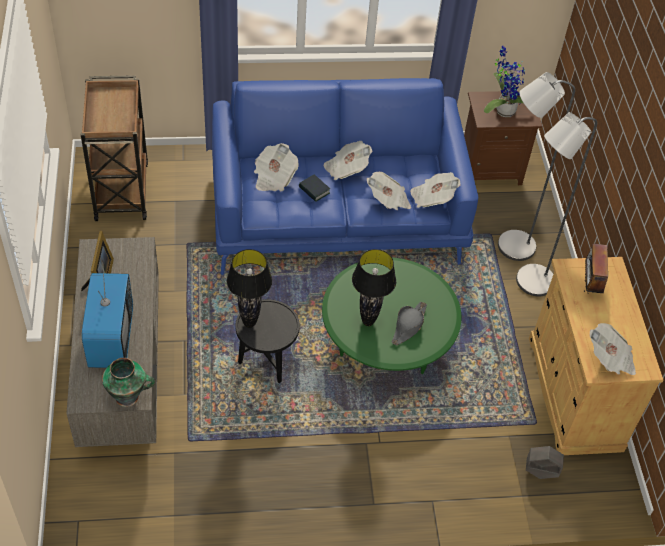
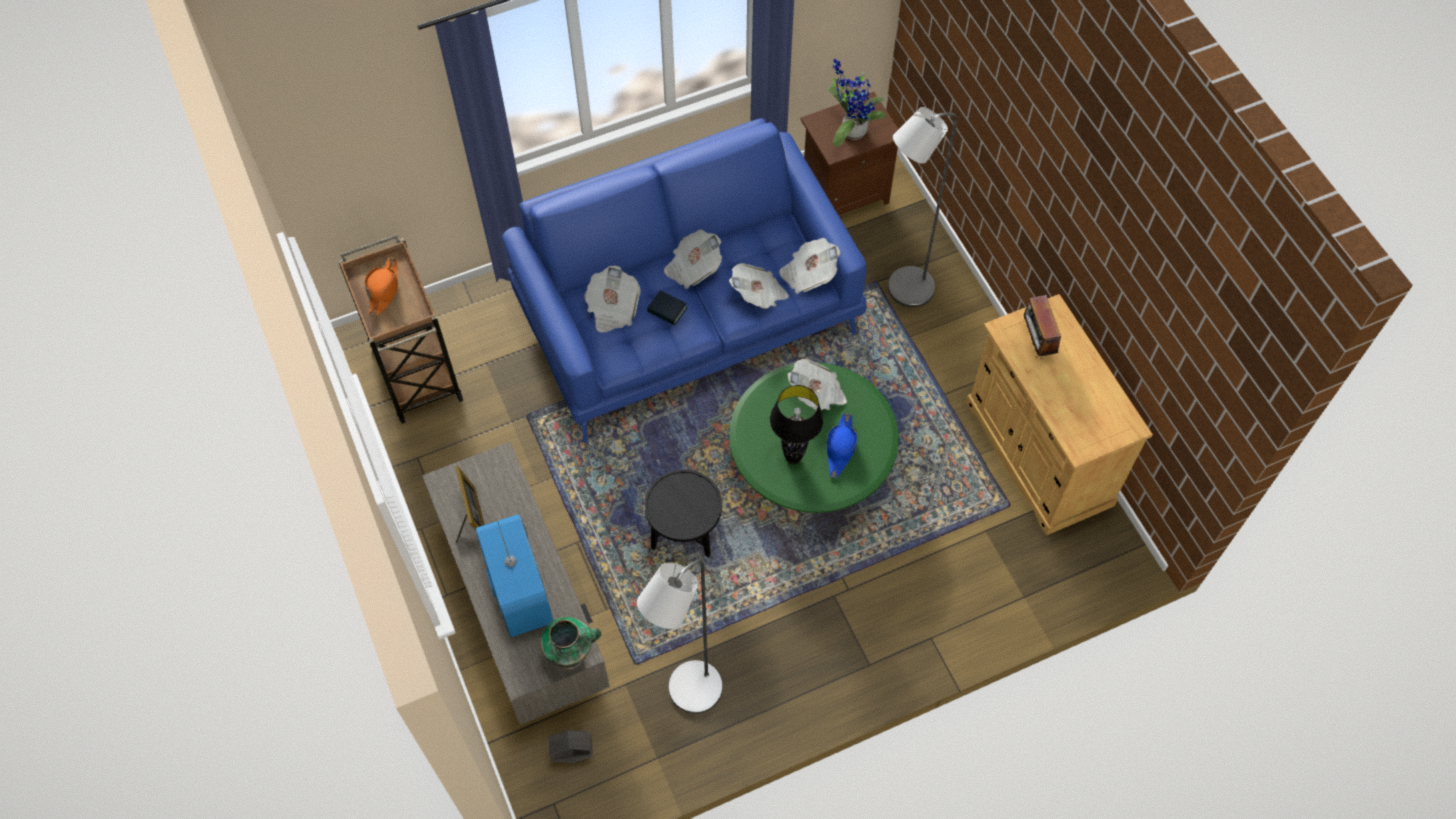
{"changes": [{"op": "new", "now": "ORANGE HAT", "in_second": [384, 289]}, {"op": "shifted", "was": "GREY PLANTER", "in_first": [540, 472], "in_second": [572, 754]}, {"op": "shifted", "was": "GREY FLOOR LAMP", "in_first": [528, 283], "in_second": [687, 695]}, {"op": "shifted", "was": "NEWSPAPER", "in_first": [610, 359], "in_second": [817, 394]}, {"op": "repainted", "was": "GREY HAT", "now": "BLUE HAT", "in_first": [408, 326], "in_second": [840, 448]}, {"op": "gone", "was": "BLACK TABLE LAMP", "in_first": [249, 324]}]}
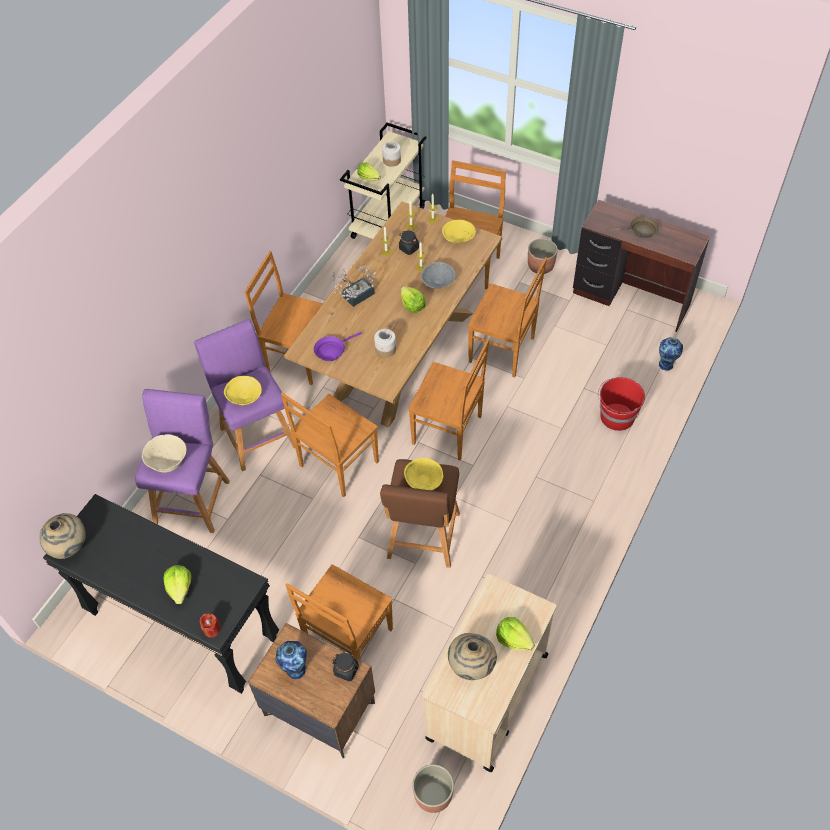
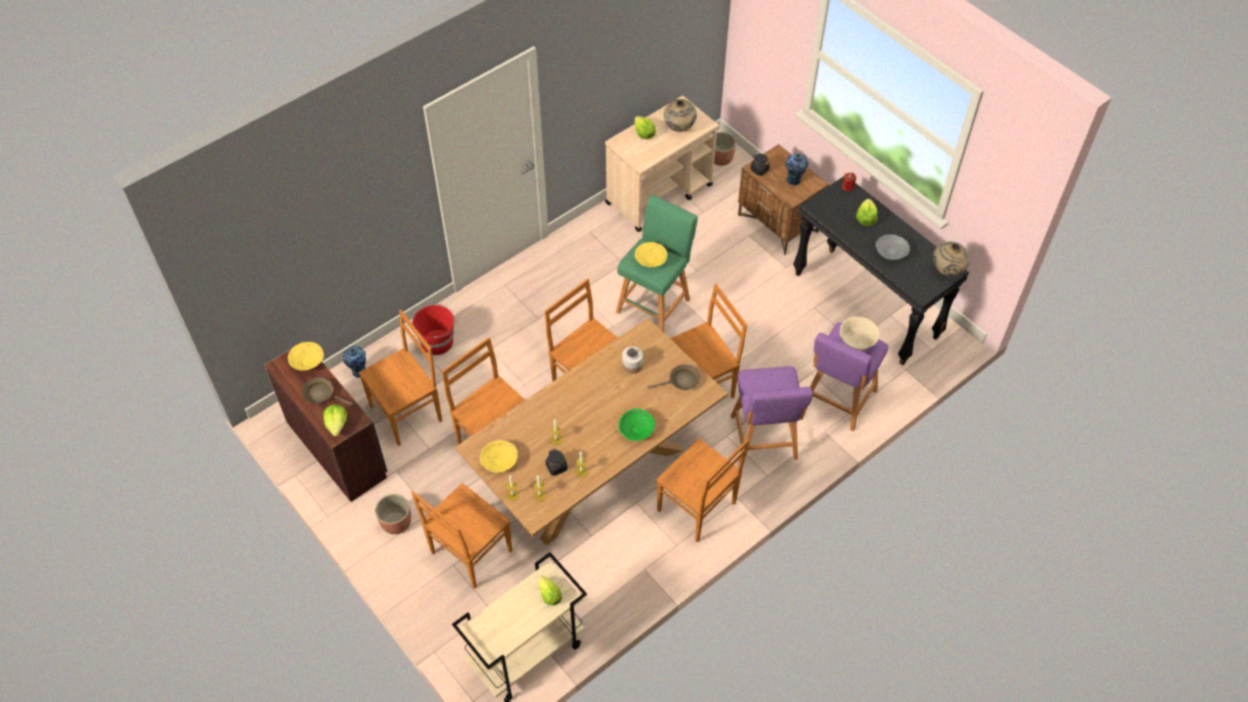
{"changes": [{"op": "shifted", "was": "YELLOW BOWL", "in_first": [245, 396], "in_second": [307, 361]}, {"op": "shifted", "was": "LETTUCE", "in_first": [412, 305], "in_second": [337, 424]}, {"op": "shifted", "was": "BROWN CHAIR", "in_first": [347, 638], "in_second": [408, 412]}, {"op": "repainted", "was": "BROWN STOOL", "now": "GREEN STOOL", "in_first": [422, 539], "in_second": [655, 303]}, {"op": "swapped", "was": "POTTED PLANT", "now": "GREEN BOWL", "in_first": [355, 296], "in_second": [636, 430]}, {"op": "repainted", "was": "PURPLE FRYING PAN", "now": "BROWN FRYING PAN", "in_first": [332, 350], "in_second": [681, 381]}, {"op": "shifted", "was": "GREY BOWL", "in_first": [438, 282], "in_second": [891, 252]}, {"op": "gone", "was": "JAR", "in_first": [392, 160]}]}
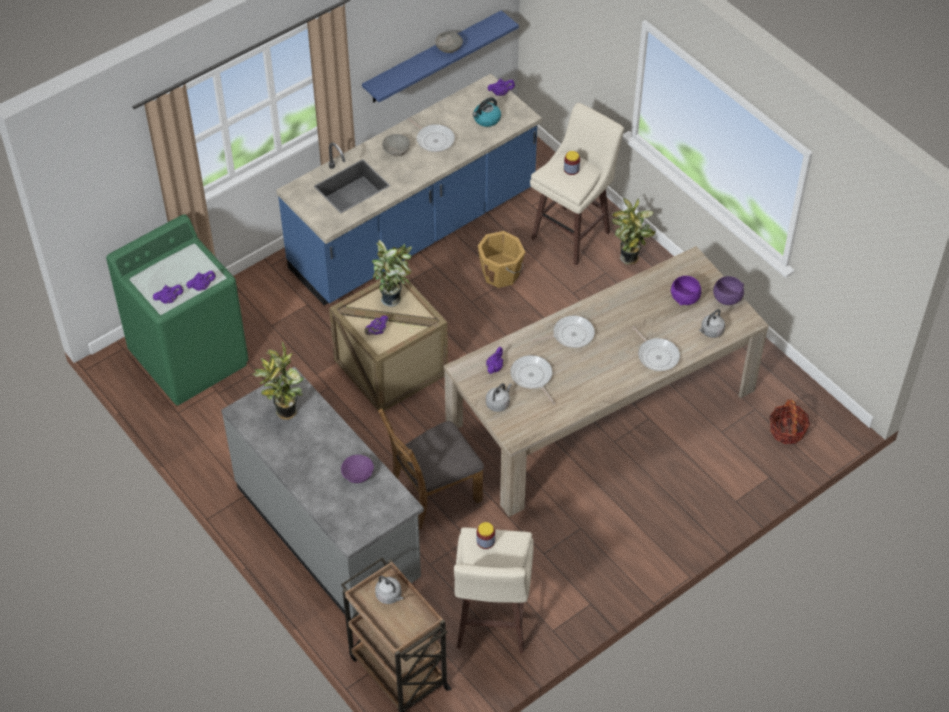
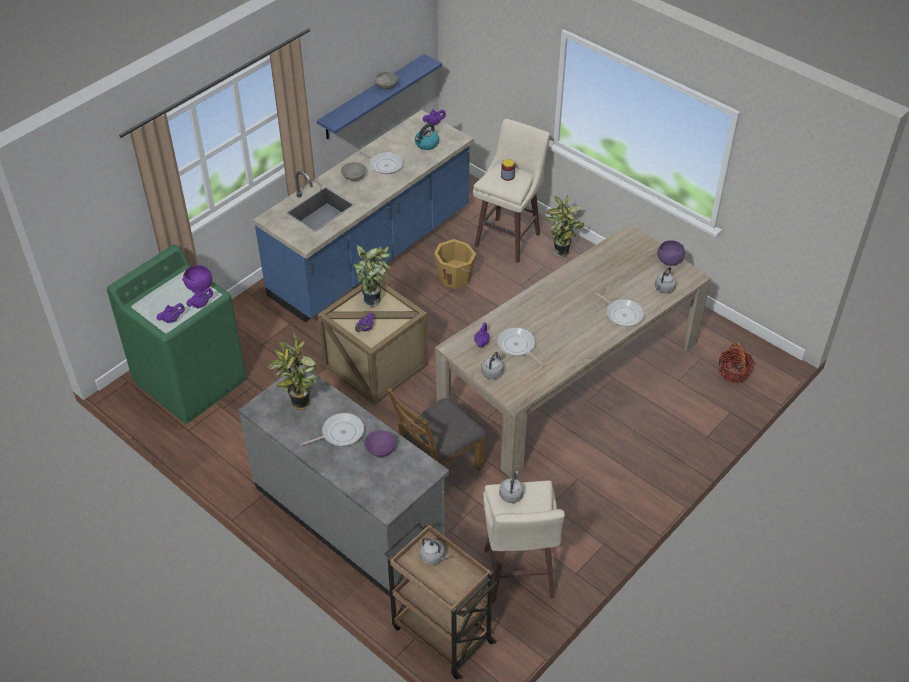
{"changes": [{"op": "shifted", "was": "PURPLE BOWL", "in_first": [685, 298], "in_second": [200, 287]}, {"op": "shifted", "was": "FRYING PAN", "in_first": [570, 335], "in_second": [340, 433]}, {"op": "swapped", "was": "JAR", "now": "GREY KETTLE", "in_first": [485, 541], "in_second": [511, 494]}]}
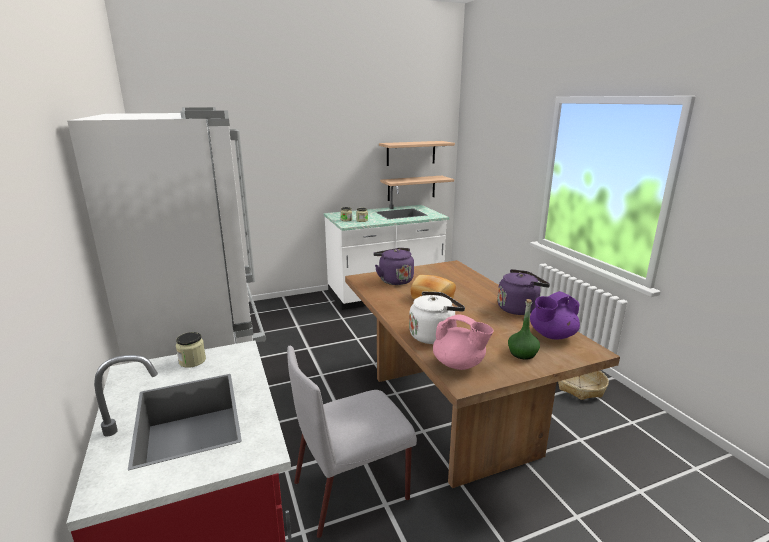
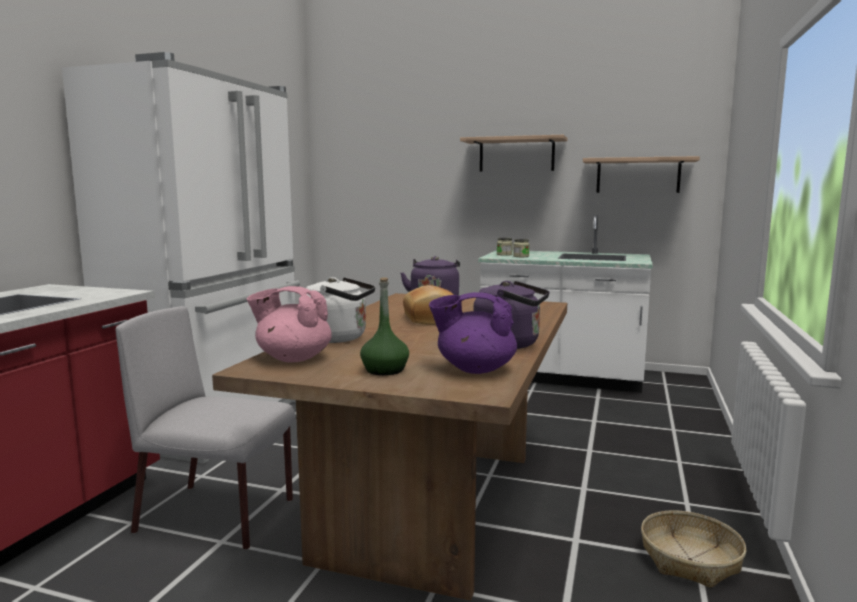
{"changes": [{"op": "rotated", "was": "PINK TEAPOT", "in_first": [459, 364], "in_second": [293, 358], "clockwise": 120}, {"op": "shifted", "was": "SHELF", "in_first": [411, 188], "in_second": [516, 155]}, {"op": "gone", "was": "JAR", "in_first": [192, 361]}]}
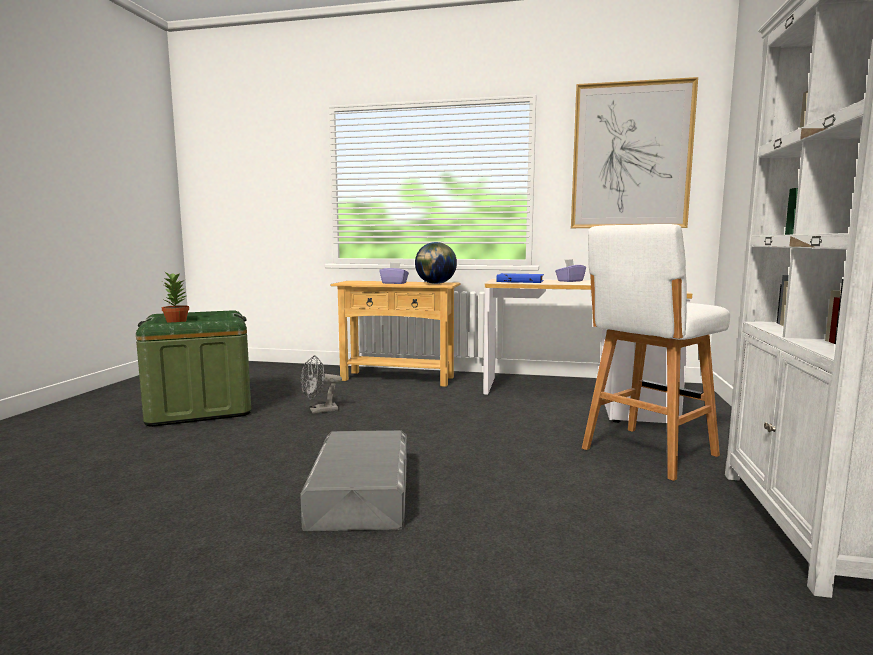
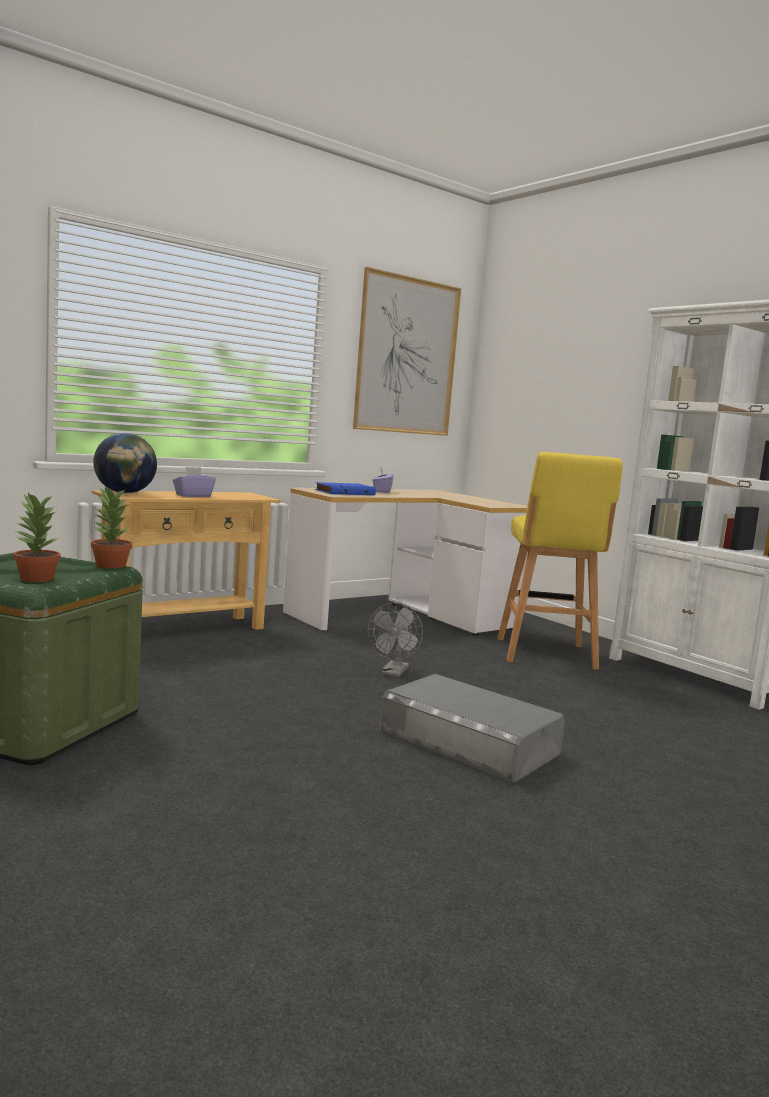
{"changes": [{"op": "new", "now": "POTTED PLANT", "in_second": [110, 565]}, {"op": "shifted", "was": "GLOBE", "in_first": [435, 283], "in_second": [125, 493]}, {"op": "shifted", "was": "GREY FAN", "in_first": [319, 411], "in_second": [393, 673]}, {"op": "repainted", "was": "WHITE STOOL", "now": "YELLOW STOOL", "in_first": [646, 453], "in_second": [546, 654]}]}
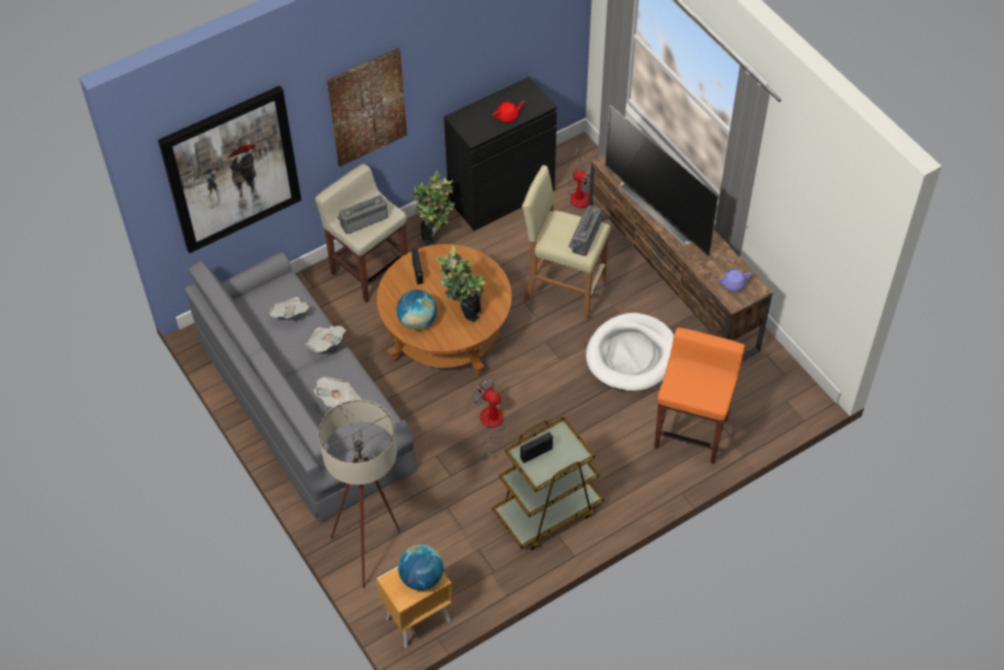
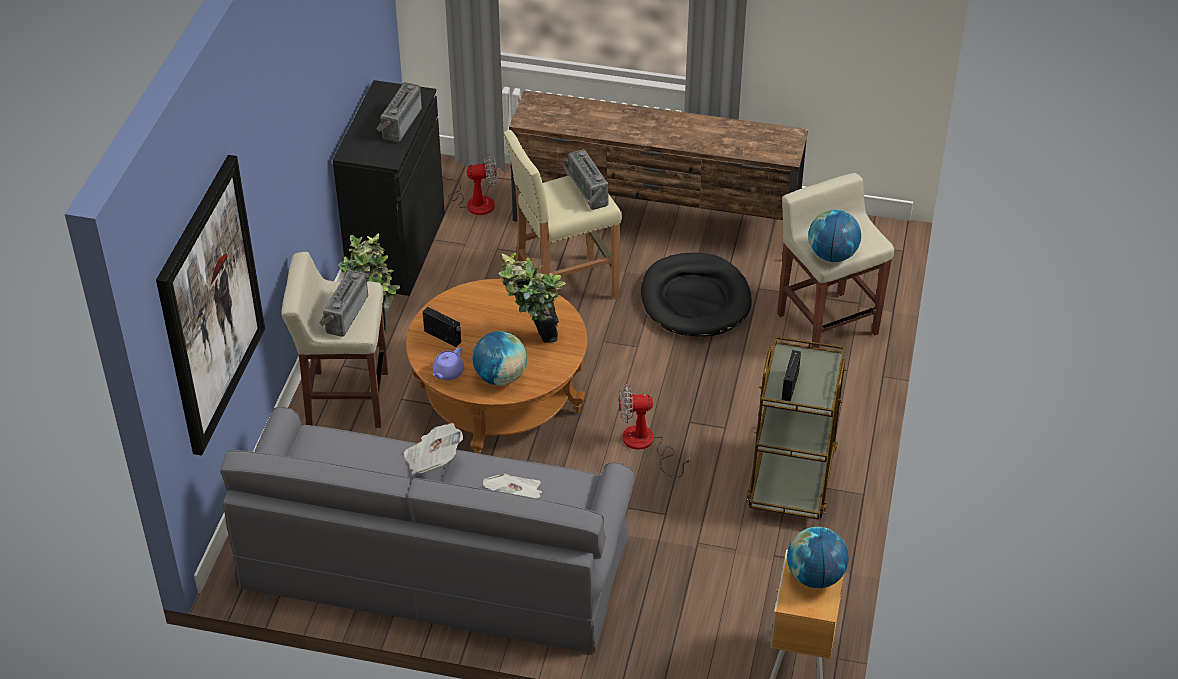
{"changes": [{"op": "swapped", "was": "RED TEAPOT", "now": "RADIO", "in_first": [508, 116], "in_second": [399, 123]}, {"op": "shifted", "was": "PURPLE TEAPOT", "in_first": [732, 284], "in_second": [448, 373]}, {"op": "repainted", "was": "WHITE DOG BED", "now": "BLACK DOG BED", "in_first": [631, 355], "in_second": [695, 299]}, {"op": "repainted", "was": "ORANGE STOOL", "now": "BEIGE STOOL", "in_first": [691, 432], "in_second": [826, 323]}, {"op": "new", "now": "GLOBE", "in_second": [832, 255]}, {"op": "gone", "was": "NEWSPAPER", "in_first": [291, 314]}, {"op": "gone", "was": "BEIGE FLOOR LAMP", "in_first": [372, 548]}, {"op": "gone", "was": "PICTURE", "in_first": [367, 107]}, {"op": "gone", "was": "TELEVISION", "in_first": [660, 209]}]}
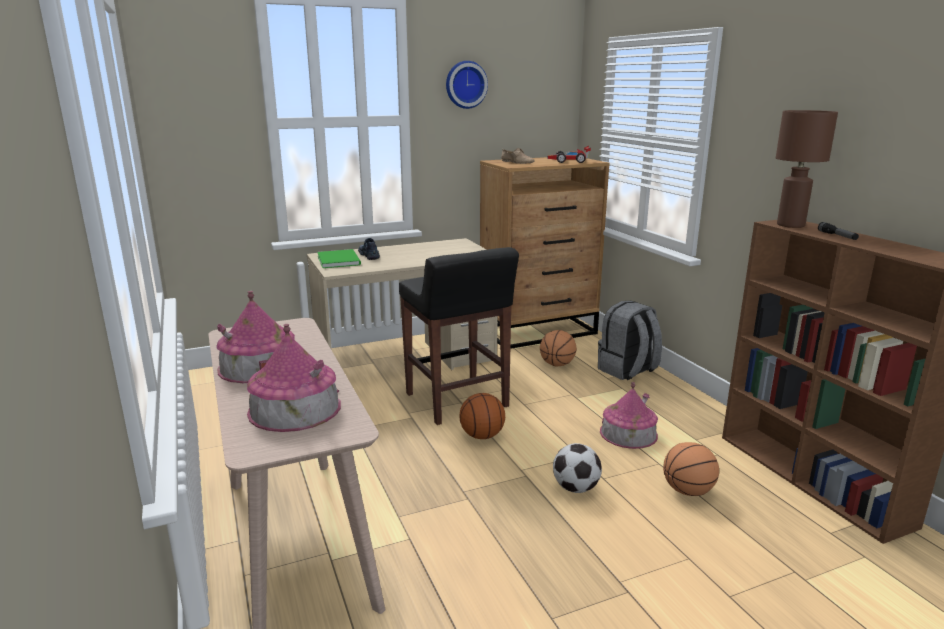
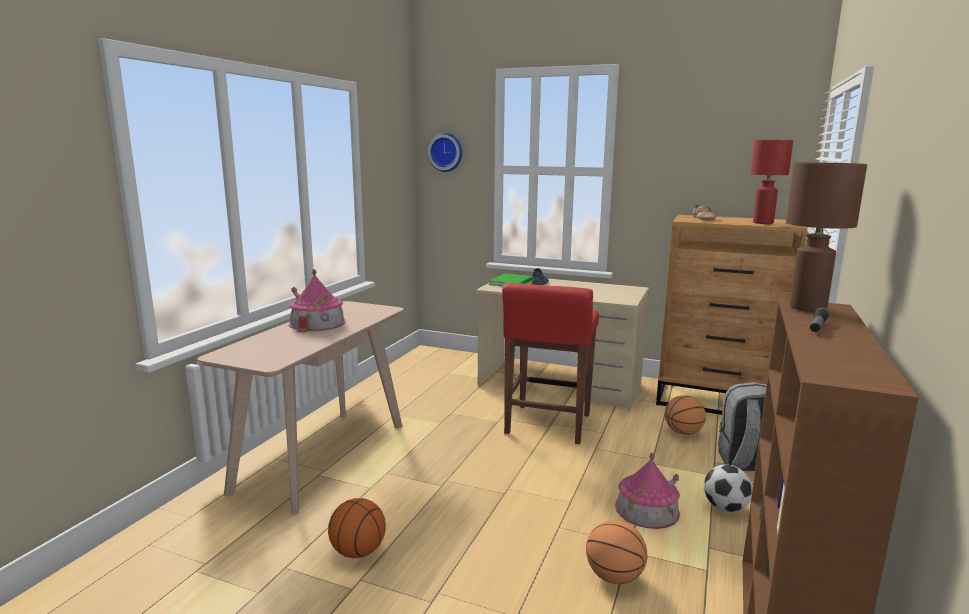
{"changes": [{"op": "shifted", "was": "BASKETBALL", "in_first": [482, 436], "in_second": [358, 552]}, {"op": "shifted", "was": "WALL CLOCK", "in_first": [465, 84], "in_second": [446, 152]}, {"op": "repainted", "was": "BLACK STOOL", "now": "RED STOOL", "in_first": [457, 401], "in_second": [547, 425]}, {"op": "shifted", "was": "FOOTBALL", "in_first": [575, 488], "in_second": [725, 508]}, {"op": "swapped", "was": "TOY CAR", "now": "RED TABLE LAMP", "in_first": [569, 161], "in_second": [763, 223]}, {"op": "gone", "was": "TOY HOUSE", "in_first": [295, 408]}]}
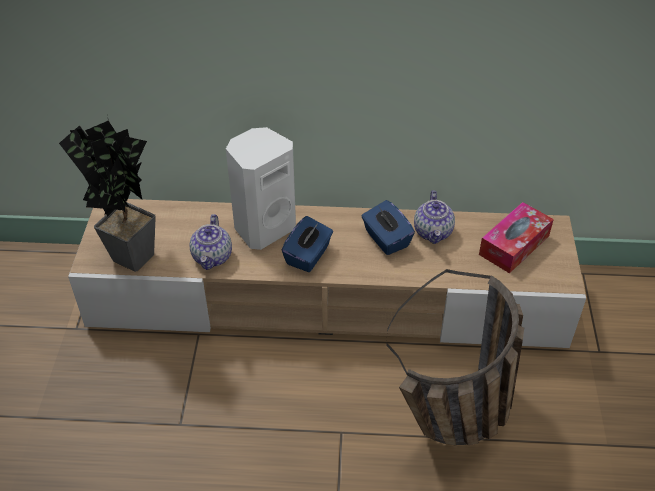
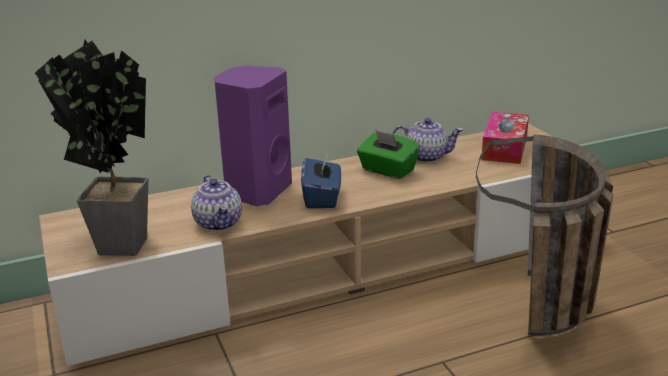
{"changes": [{"op": "repainted", "was": "WHITE SPEAKER", "now": "PURPLE SPEAKER", "in_first": [263, 228], "in_second": [256, 191]}, {"op": "repainted", "was": "BLUE TISSUE BOX", "now": "GREEN TISSUE BOX", "in_first": [386, 239], "in_second": [387, 170]}, {"op": "rotated", "was": "TEAPOT", "in_first": [433, 232], "in_second": [426, 157], "clockwise": -60}]}
